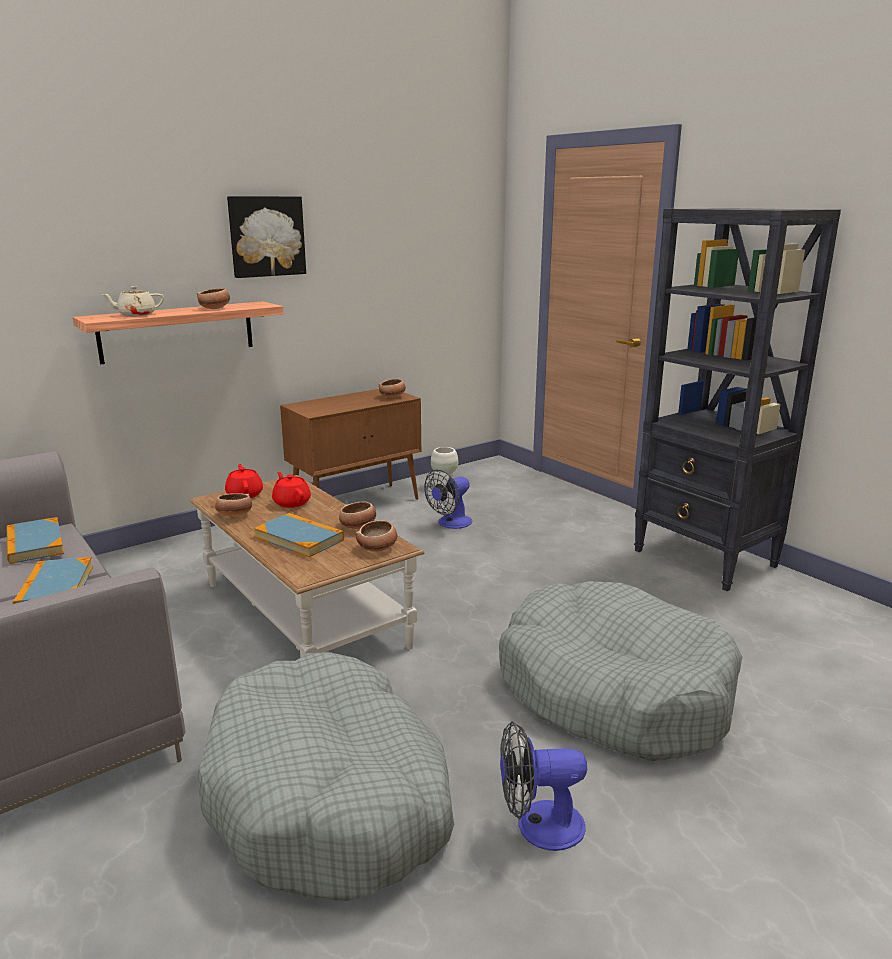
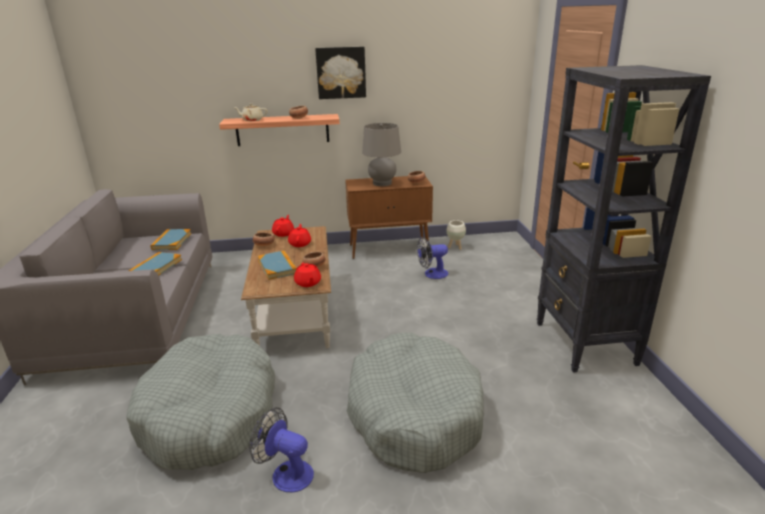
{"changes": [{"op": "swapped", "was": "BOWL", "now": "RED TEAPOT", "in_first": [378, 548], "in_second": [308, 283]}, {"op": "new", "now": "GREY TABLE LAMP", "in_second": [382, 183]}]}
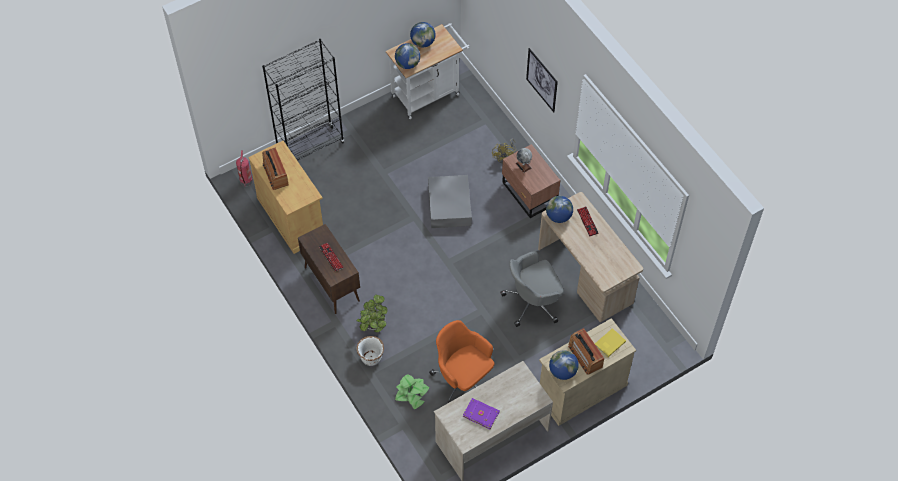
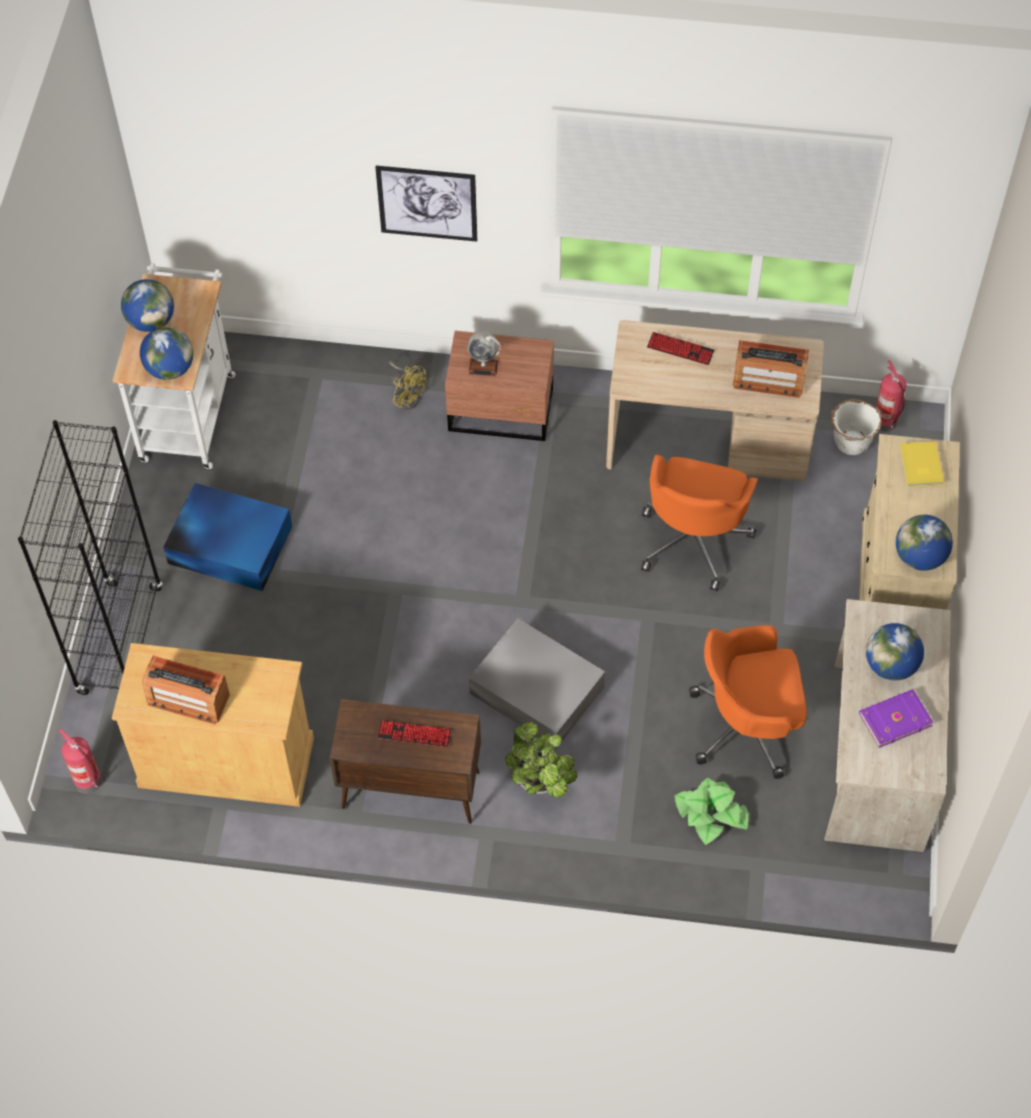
{"changes": [{"op": "new", "now": "BLUE STORAGE BOX", "in_second": [229, 544]}, {"op": "shifted", "was": "GREY STORAGE BOX", "in_first": [449, 205], "in_second": [535, 689]}, {"op": "repainted", "was": "GREY OFFICE CHAIR", "now": "ORANGE OFFICE CHAIR", "in_first": [533, 302], "in_second": [693, 540]}, {"op": "shifted", "was": "RADIO", "in_first": [585, 356], "in_second": [768, 380]}, {"op": "shifted", "was": "WHITE PLANTER", "in_first": [371, 358], "in_second": [850, 443]}, {"op": "shifted", "was": "GLOBE", "in_first": [558, 216], "in_second": [890, 665]}, {"op": "new", "now": "FIRE EXTINGUISHER", "in_second": [885, 422]}]}
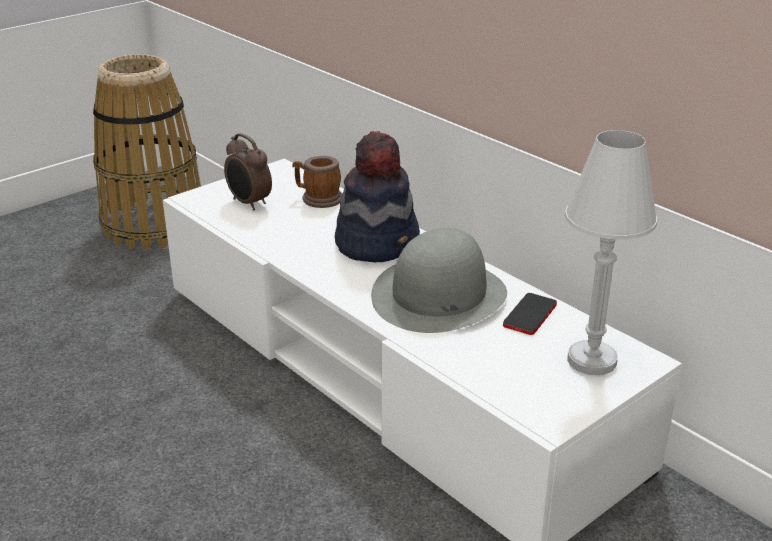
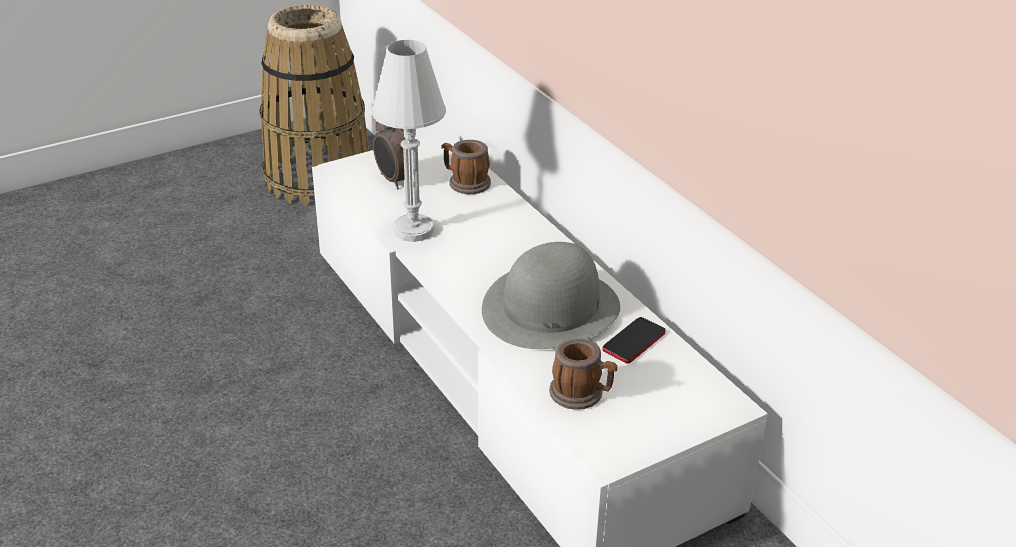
{"changes": [{"op": "shifted", "was": "WHITE TABLE LAMP", "in_first": [592, 360], "in_second": [413, 230]}, {"op": "new", "now": "MUG", "in_second": [582, 394]}, {"op": "gone", "was": "HAT", "in_first": [378, 242]}]}
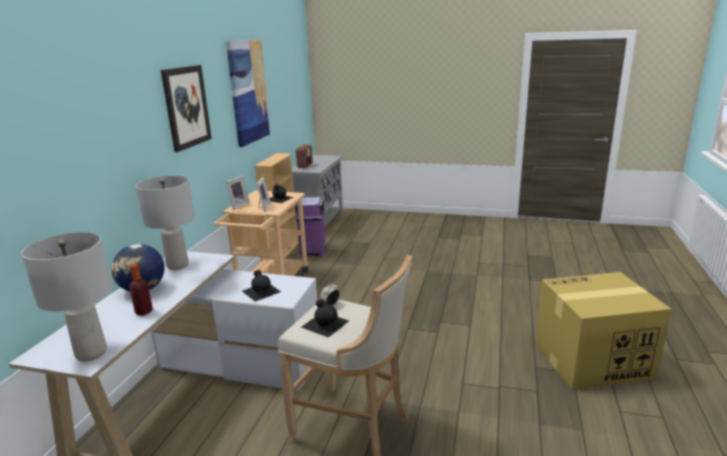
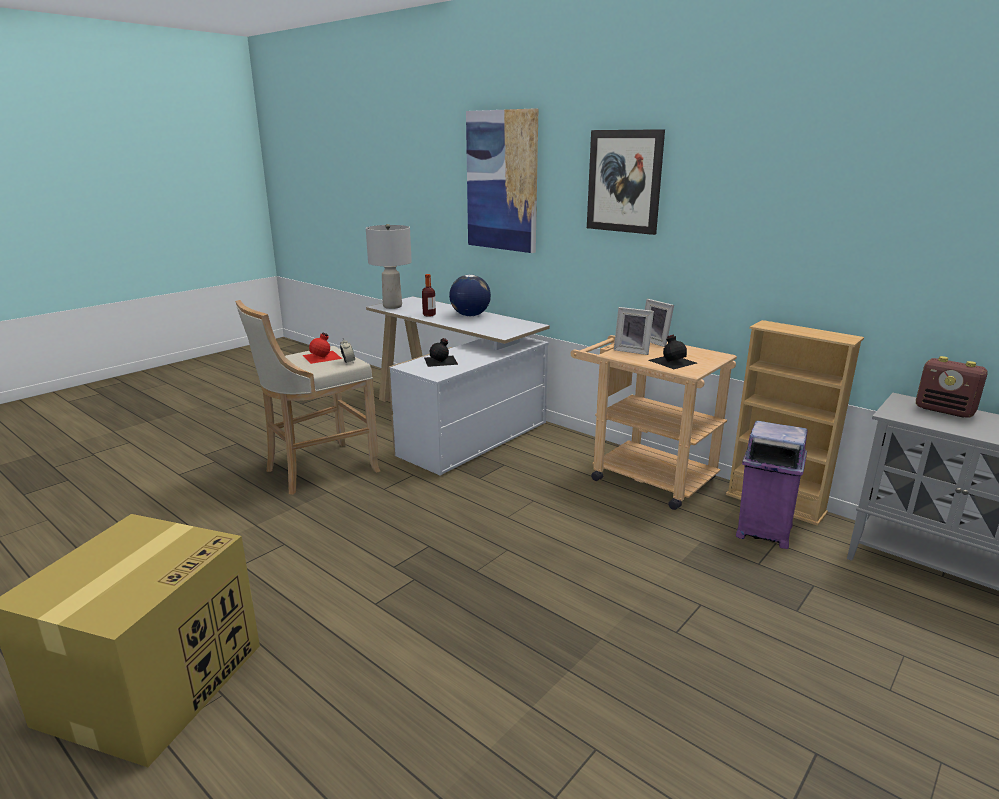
{"changes": [{"op": "repainted", "was": "BLACK BOTTLE", "now": "RED BOTTLE", "in_first": [325, 323], "in_second": [322, 357]}, {"op": "shifted", "was": "PICTURE", "in_first": [248, 91], "in_second": [502, 181]}, {"op": "gone", "was": "GREY TABLE LAMP", "in_first": [178, 265]}]}
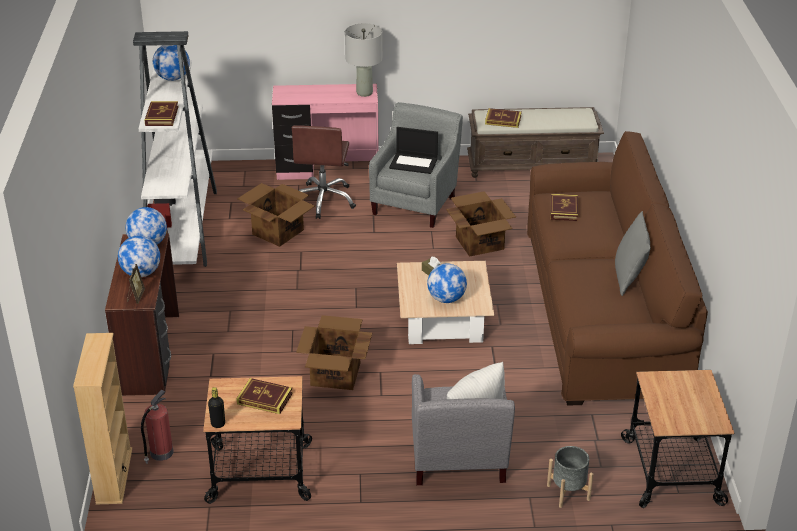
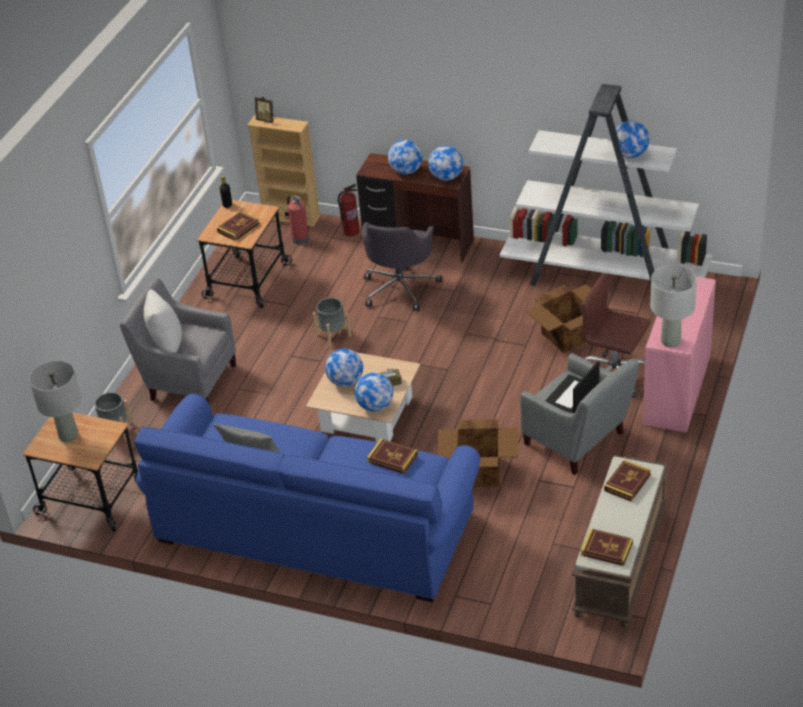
{"changes": [{"op": "new", "now": "GREY TABLE LAMP", "in_second": [68, 435]}, {"op": "repainted", "was": "BROWN SOFA", "now": "BLUE SOFA", "in_first": [602, 313], "in_second": [314, 527]}, {"op": "shifted", "was": "PICTURE FRAME", "in_first": [135, 297], "in_second": [266, 120]}, {"op": "swapped", "was": "CARDBOARD BOX", "now": "GREY PLANTER", "in_first": [335, 375], "in_second": [333, 335]}, {"op": "new", "now": "FIRE EXTINGUISHER", "in_second": [351, 232]}, {"op": "new", "now": "GLOBE", "in_second": [375, 406]}, {"op": "new", "now": "GREY OFFICE CHAIR", "in_second": [400, 288]}, {"op": "shifted", "was": "BOOK", "in_first": [162, 116], "in_second": [606, 549]}]}
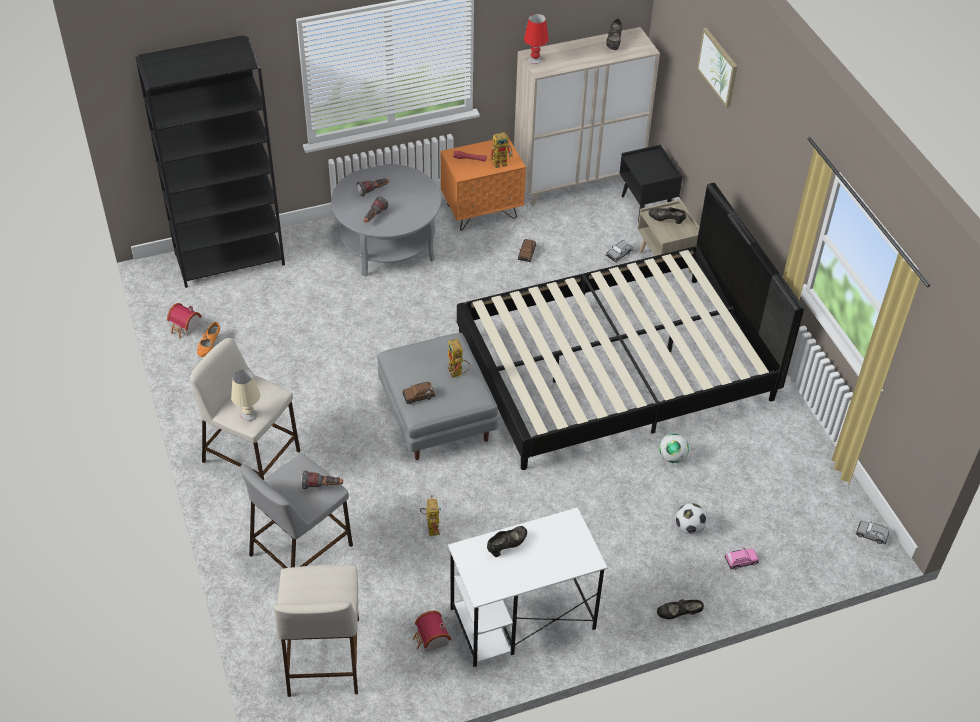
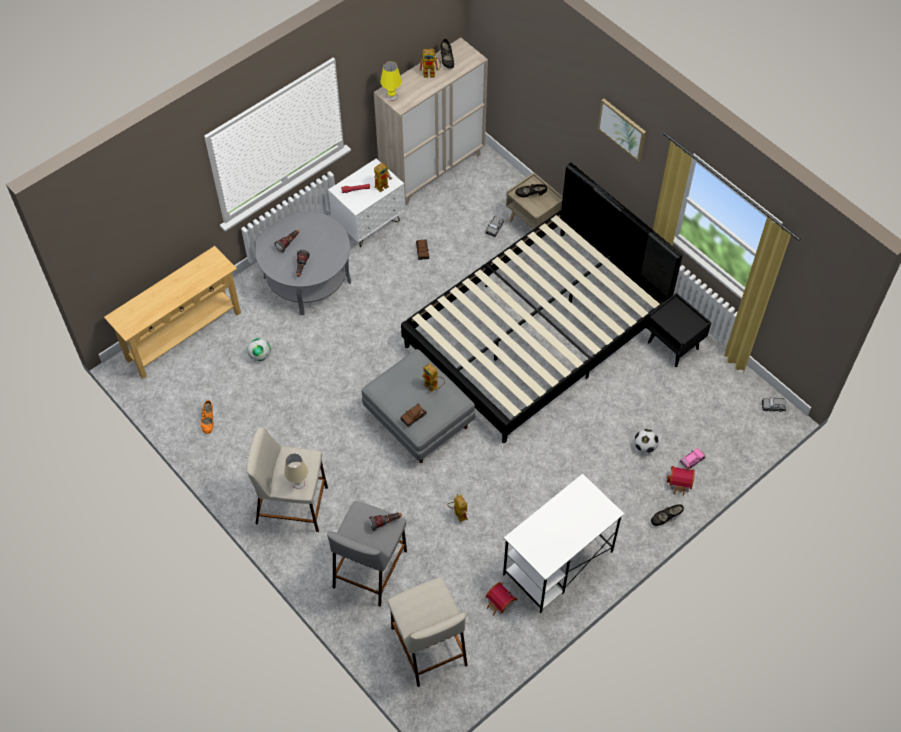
{"changes": [{"op": "swapped", "was": "BLACK BOOKCASE", "now": "BEIGE CONSOLE TABLE", "in_first": [230, 259], "in_second": [183, 335]}, {"op": "shifted", "was": "FOOTBALL", "in_first": [672, 457], "in_second": [260, 355]}, {"op": "repainted", "was": "ORANGE NIGHTSTAND", "now": "WHITE NIGHTSTAND", "in_first": [482, 212], "in_second": [369, 224]}, {"op": "repainted", "was": "RED TABLE LAMP", "now": "YELLOW TABLE LAMP", "in_first": [535, 60], "in_second": [392, 96]}, {"op": "new", "now": "TOY ROBOT", "in_second": [431, 73]}, {"op": "shifted", "was": "PICTURE", "in_first": [718, 67], "in_second": [622, 129]}, {"op": "shifted", "was": "BLACK NIGHTSTAND", "in_first": [647, 206], "in_second": [673, 345]}, {"op": "shifted", "was": "TOY HOUSE", "in_first": [185, 327], "in_second": [680, 484]}, {"op": "gone", "was": "BLACK SHOE", "in_first": [507, 545]}]}
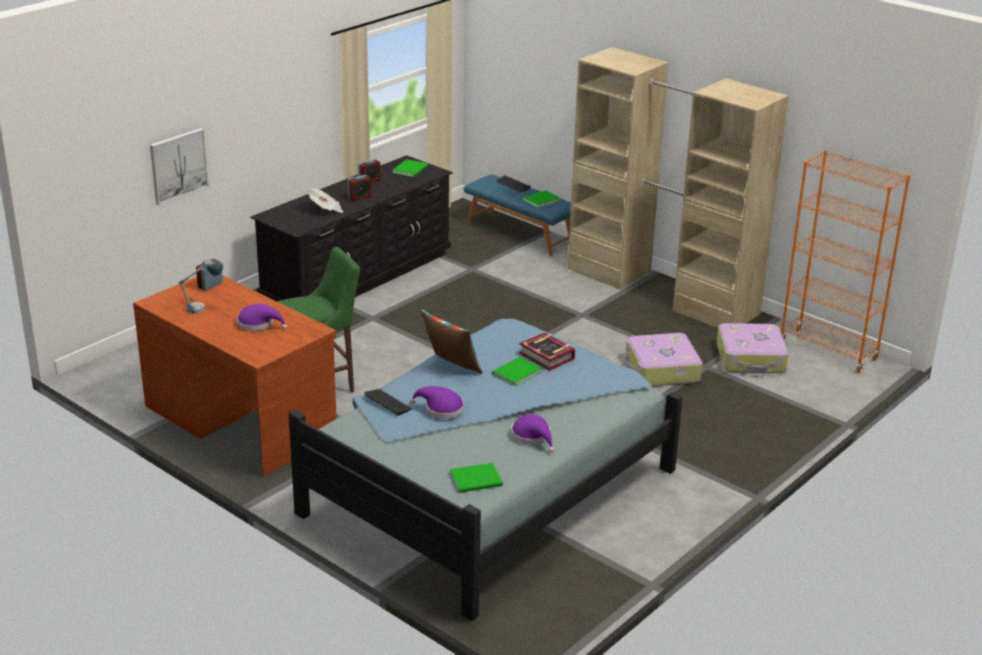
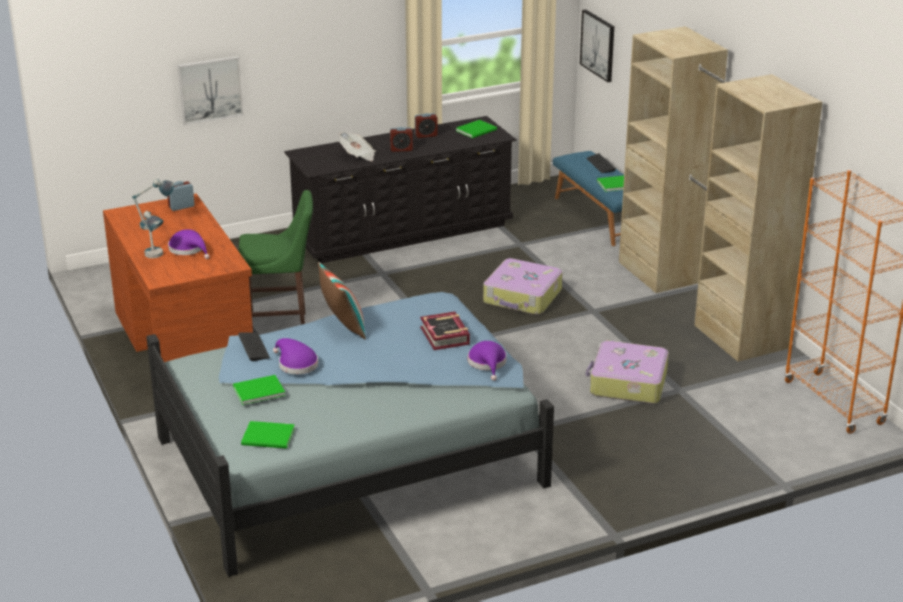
{"changes": [{"op": "new", "now": "TABLE LAMP", "in_second": [155, 257]}, {"op": "shifted", "was": "GREEN BOOK", "in_first": [515, 373], "in_second": [257, 391]}, {"op": "shifted", "was": "PURPLE HAT", "in_first": [533, 437], "in_second": [488, 363]}, {"op": "shifted", "was": "SUITCASE", "in_first": [751, 358], "in_second": [522, 297]}, {"op": "new", "now": "PICTURE", "in_second": [598, 45]}]}
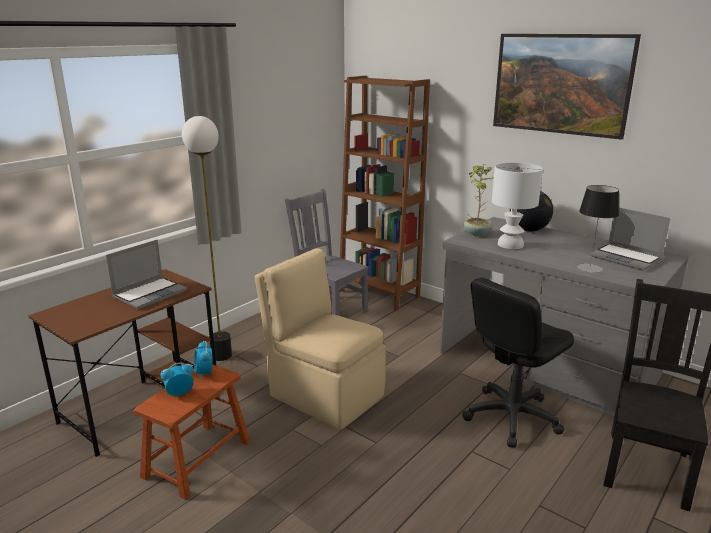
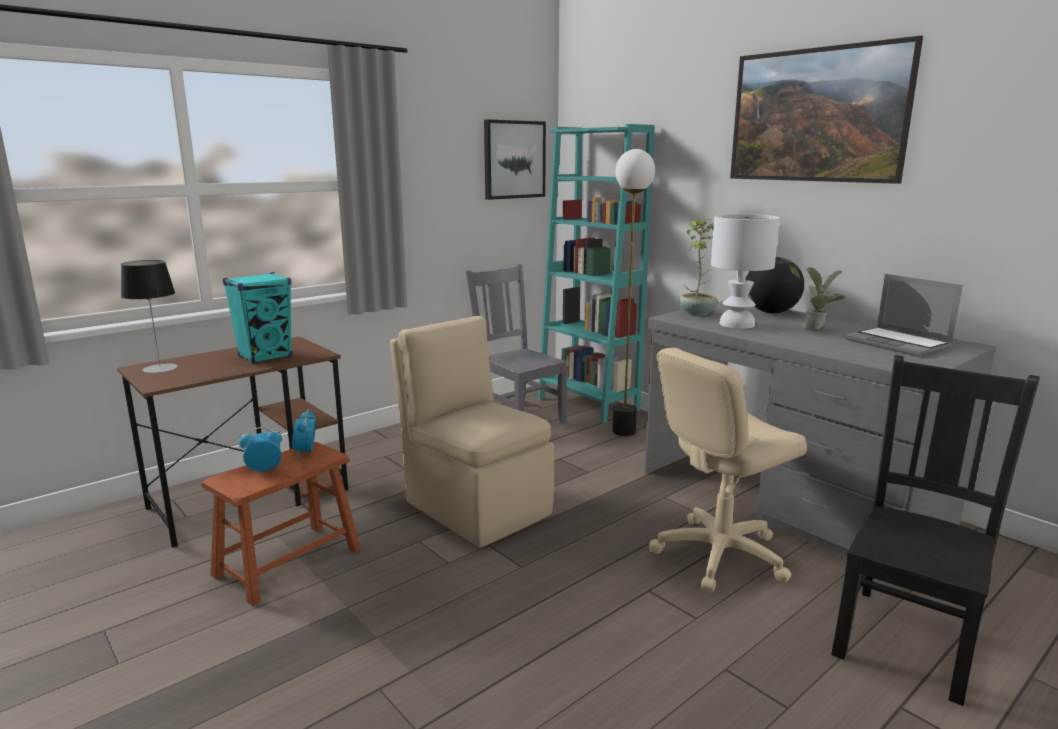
{"changes": [{"op": "shifted", "was": "TABLE LAMP", "in_first": [590, 268], "in_second": [160, 368]}, {"op": "swapped", "was": "LAPTOP", "now": "TURQUOISE SPEAKER", "in_first": [150, 294], "in_second": [265, 356]}, {"op": "new", "now": "PICTURE", "in_second": [514, 159]}, {"op": "repainted", "was": "BROWN BOOKCASE", "now": "TURQUOISE BOOKCASE", "in_first": [379, 294], "in_second": [588, 404]}, {"op": "shifted", "was": "FLOOR LAMP", "in_first": [221, 355], "in_second": [623, 431]}, {"op": "repainted", "was": "BLACK OFFICE CHAIR", "now": "BEIGE OFFICE CHAIR", "in_first": [511, 417], "in_second": [719, 554]}, {"op": "new", "now": "POTTED PLANT", "in_second": [818, 328]}]}
